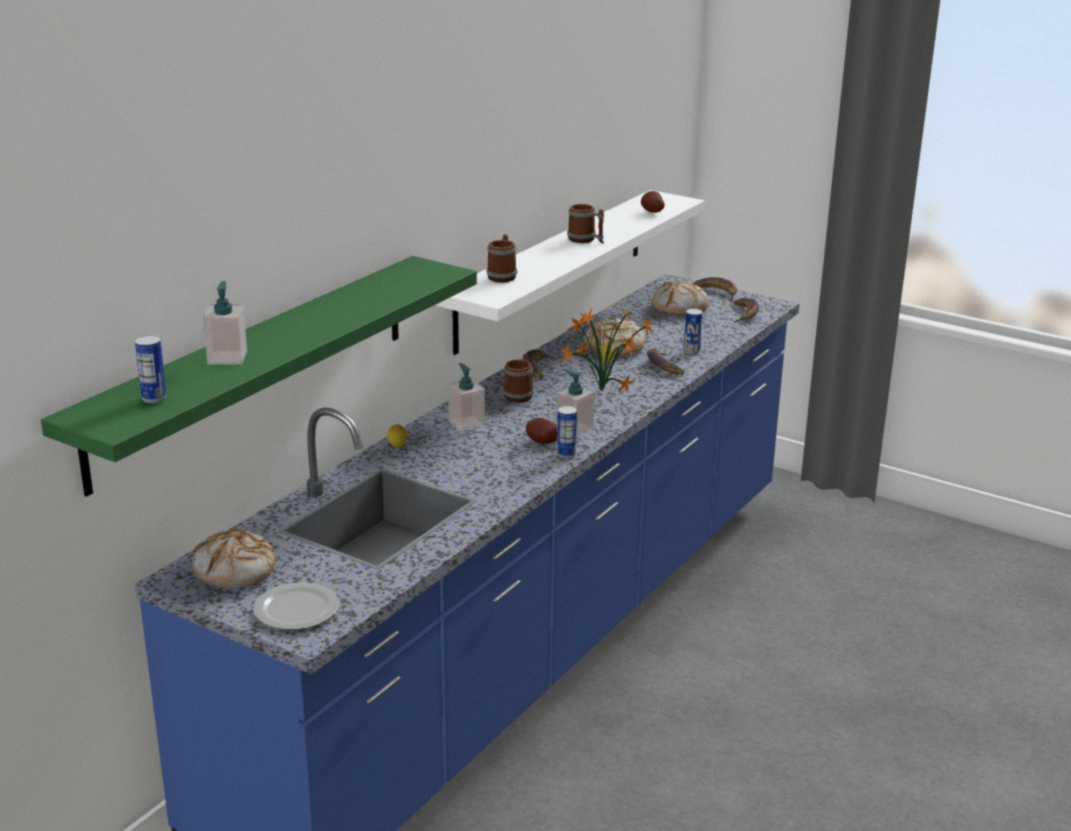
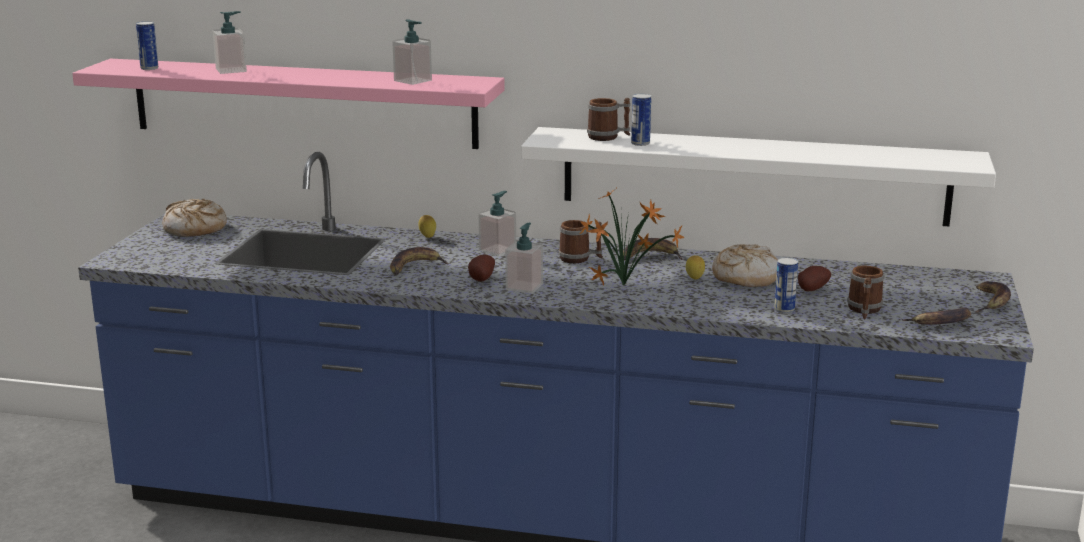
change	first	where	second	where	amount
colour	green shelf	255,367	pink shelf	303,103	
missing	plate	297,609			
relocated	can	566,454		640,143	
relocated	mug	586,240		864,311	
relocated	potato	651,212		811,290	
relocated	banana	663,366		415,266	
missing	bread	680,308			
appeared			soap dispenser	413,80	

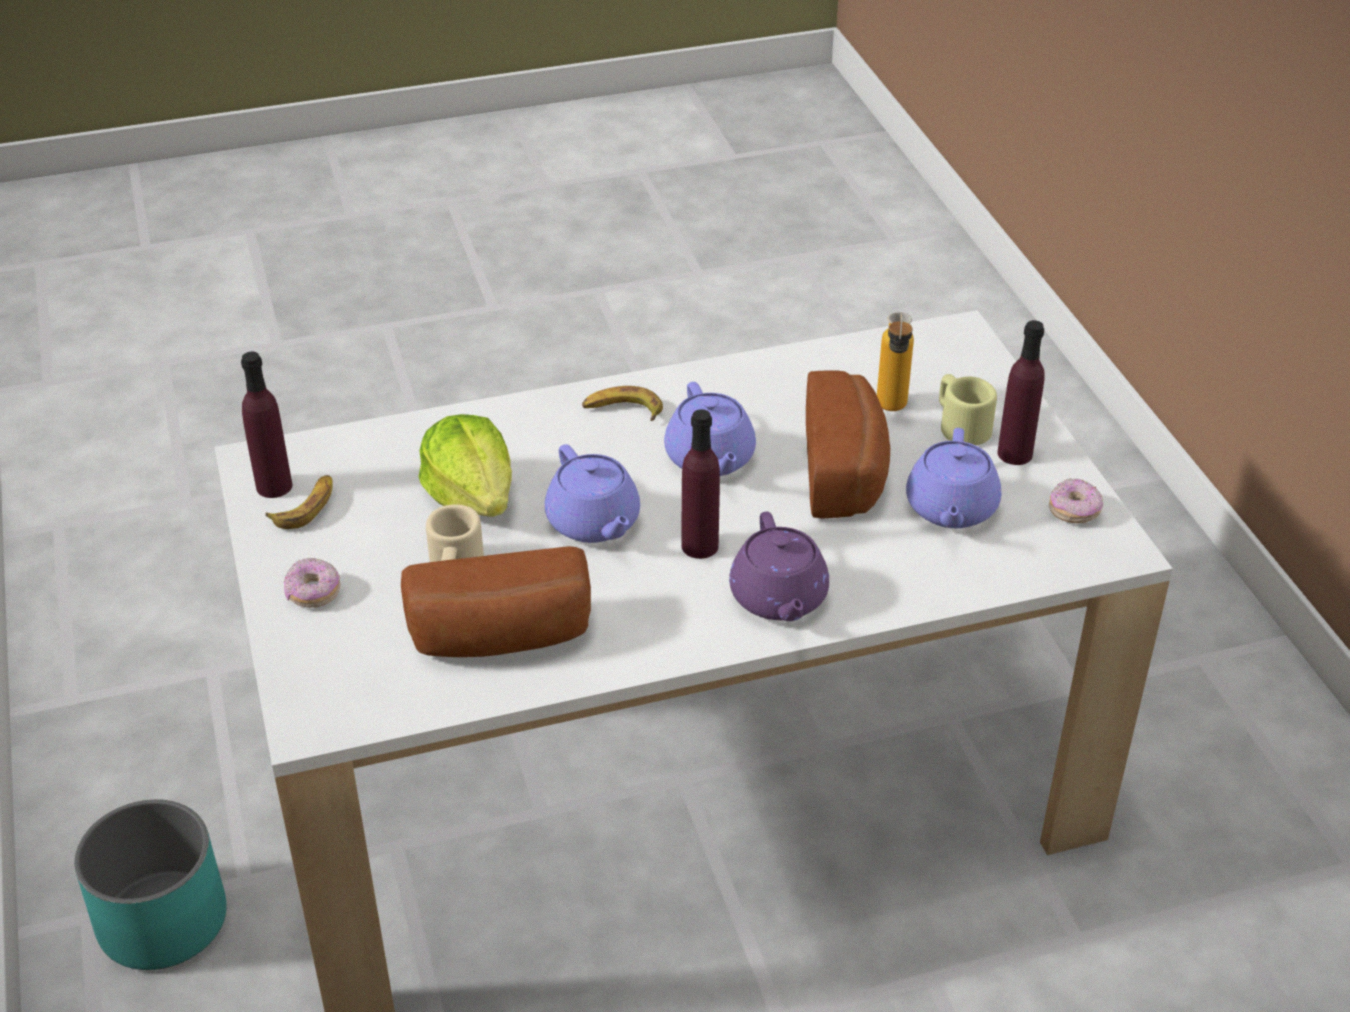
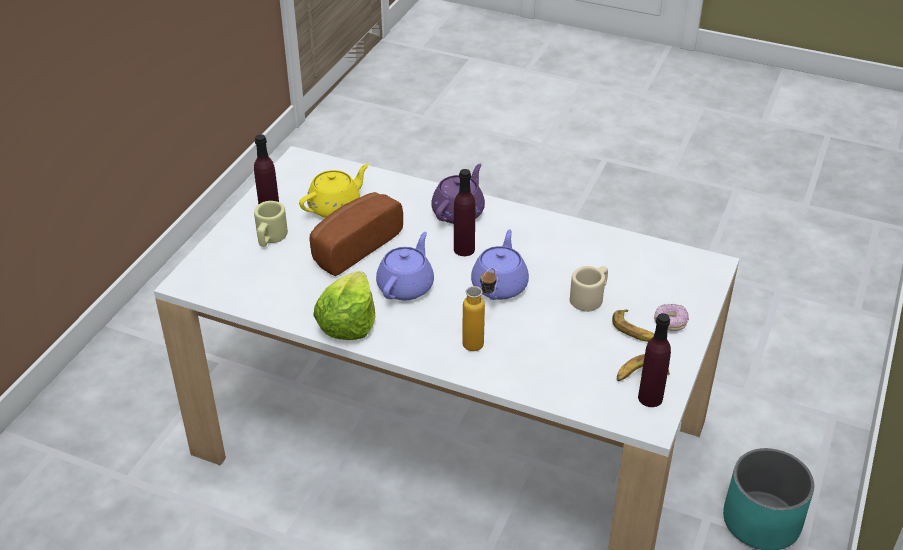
change	first	where	second	where	amount
missing	bread	501,638			
relocated	lettuce	472,495		347,323	
relocated	banana	622,411		635,331	
relocated	bottle	891,411		479,340	
colour	purple teapot	951,509	yellow teapot	336,207	
missing	donut	1074,511			

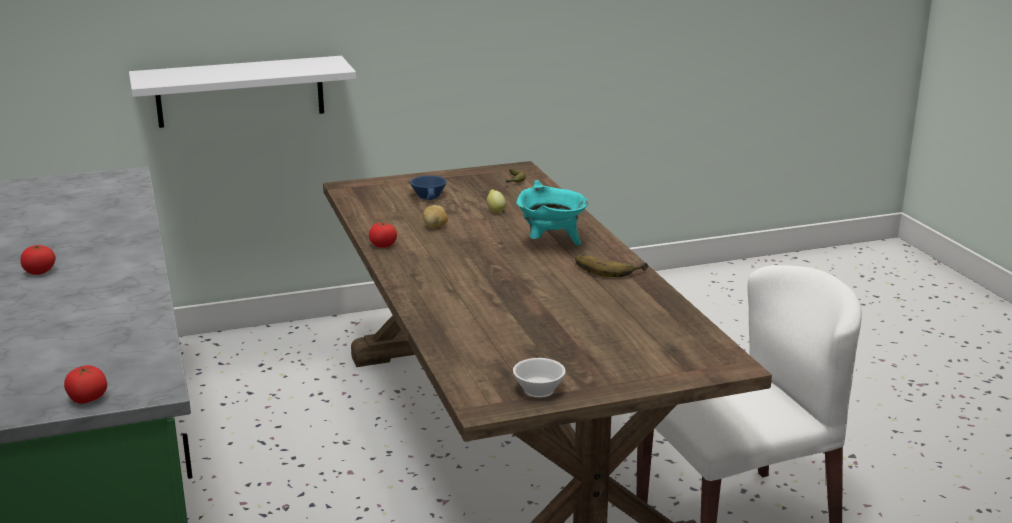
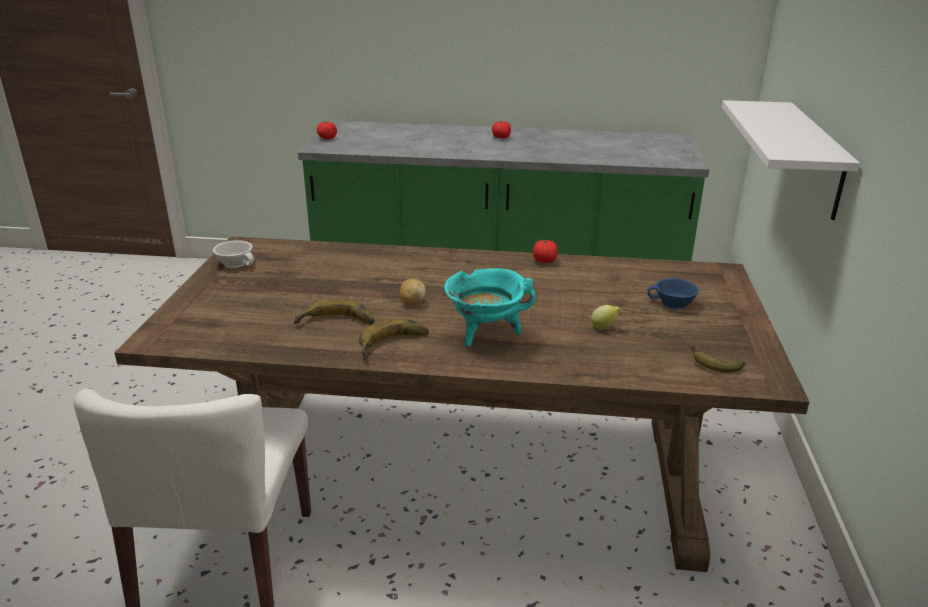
change	first	where	second	where	amount
relocated	potato	435,227		412,302	
appeared			banana	336,323	

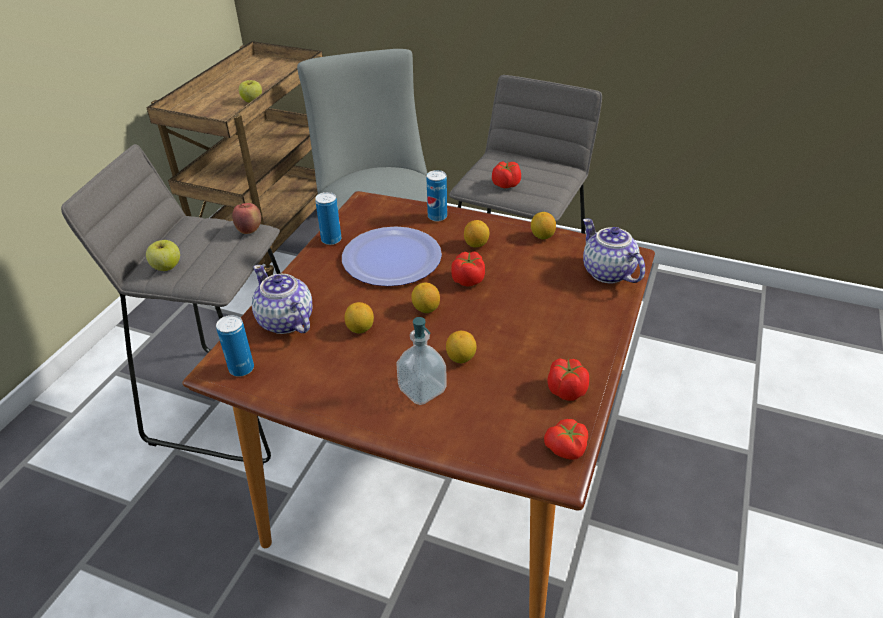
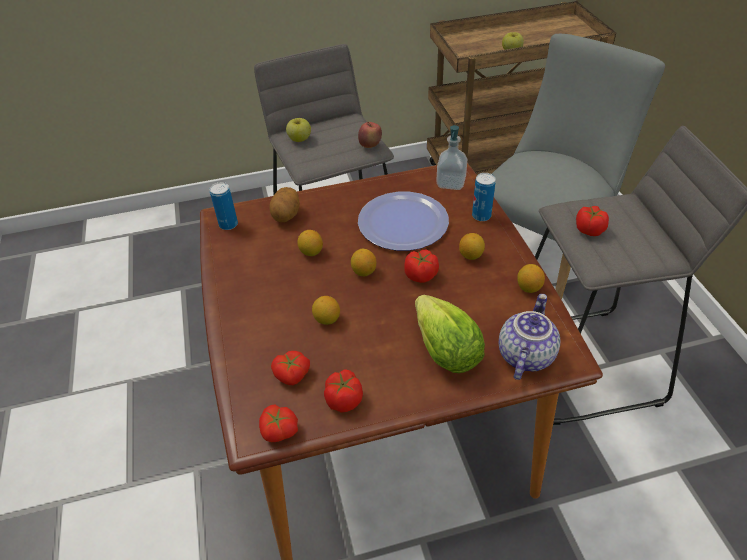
change	first	where	second	where	amount
exchanged	teapot	285,321	potato	287,215	
missing	can	331,240			
relocated	soap dispenser	422,390		451,183	
appeared			tomato	292,375	
appeared			lettuce	445,351	

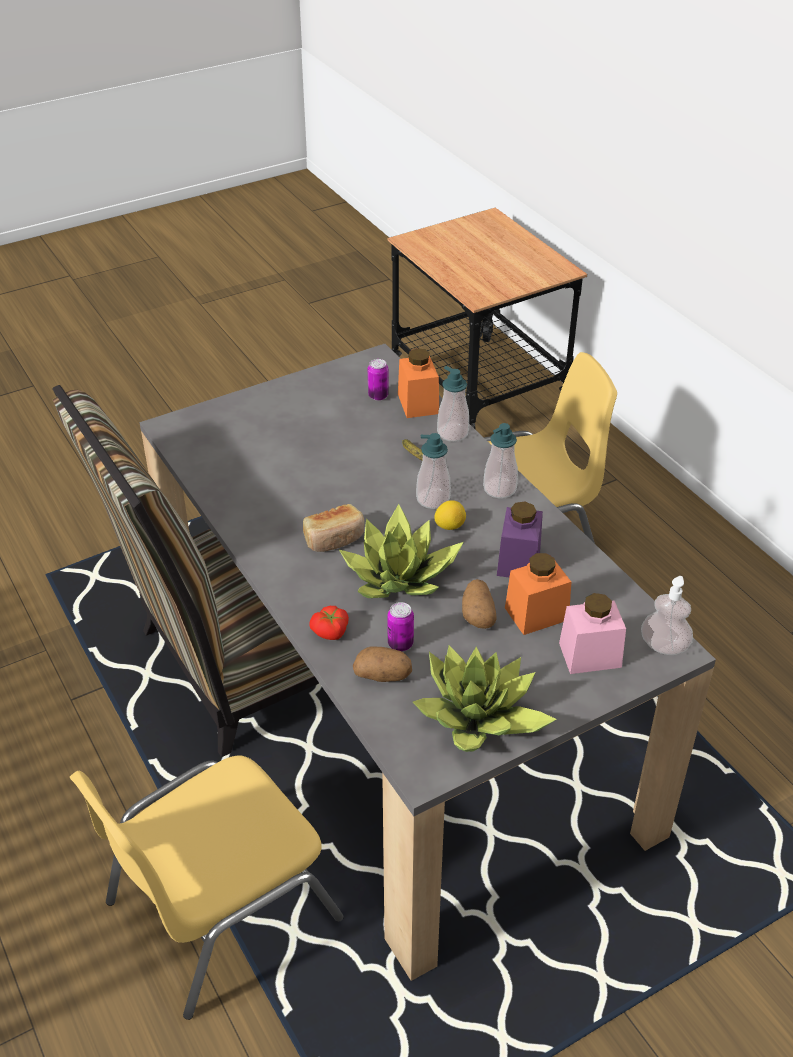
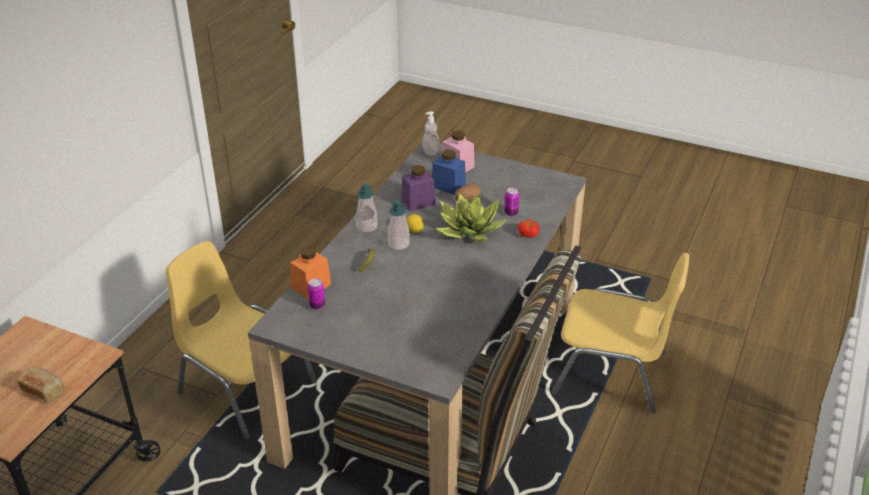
change	first	where	second	where	amount
relocated	bread	334,538		44,390	
missing	potato	383,675			
missing	potted plant	479,716			
missing	soap dispenser	452,433			
colour	orange jar	536,614	blue jar	448,186	

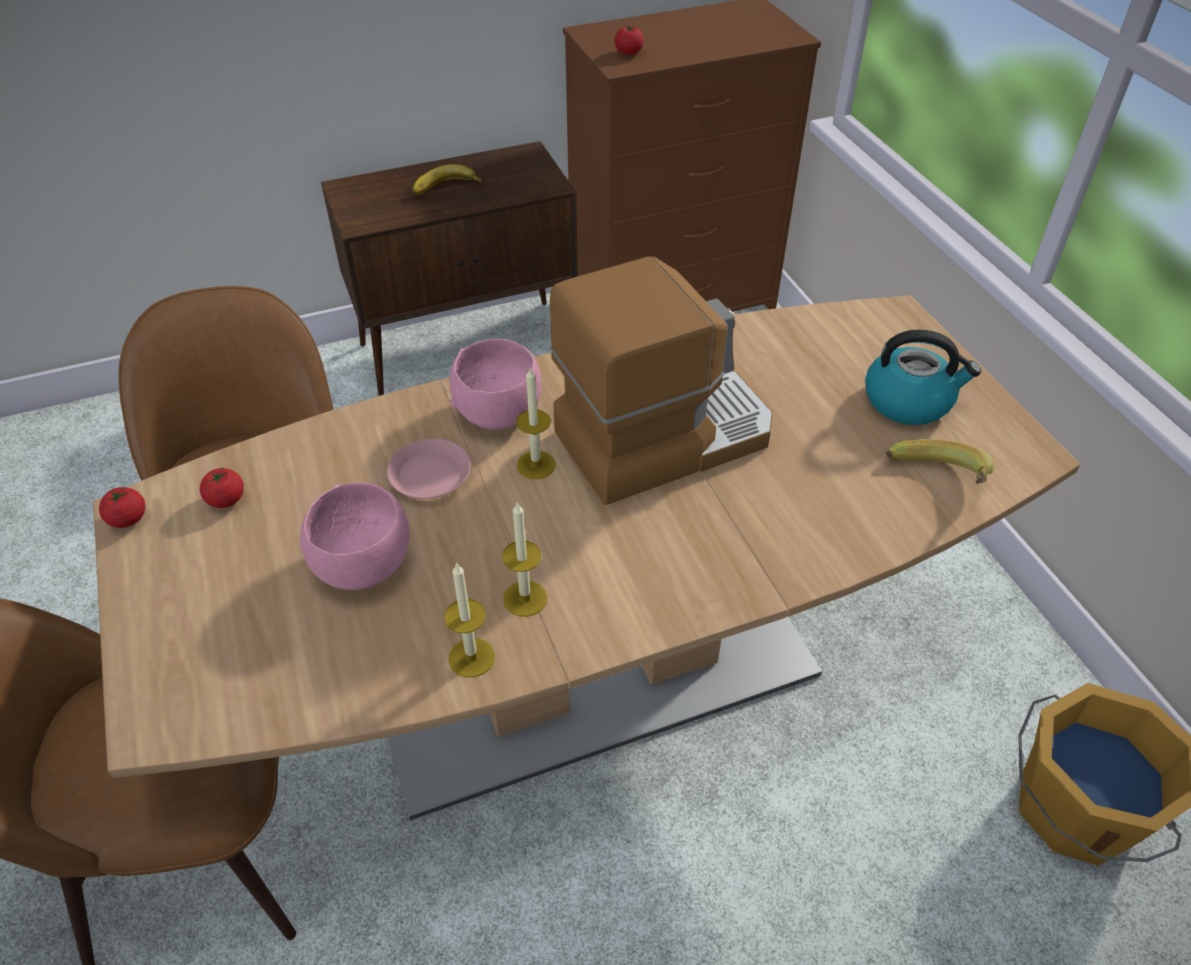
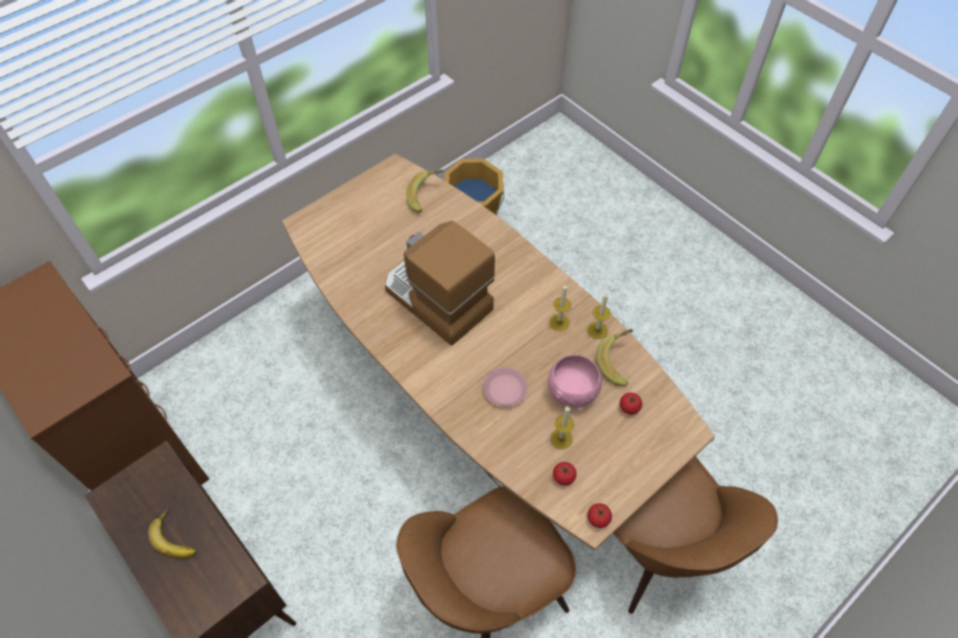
change	first	where	second	where	amount
missing	pink bowl	499,414			
relocated	candle	536,465		561,439	
relocated	tomato	628,52		629,407	
missing	kettle	909,401			
appeared			banana	618,362	

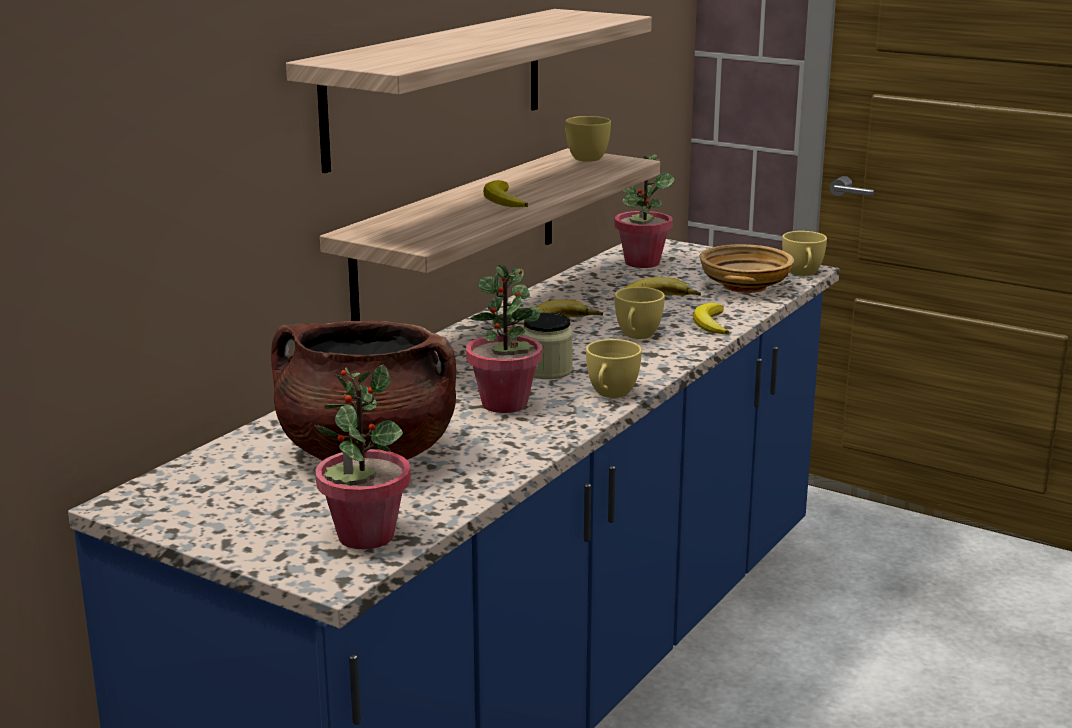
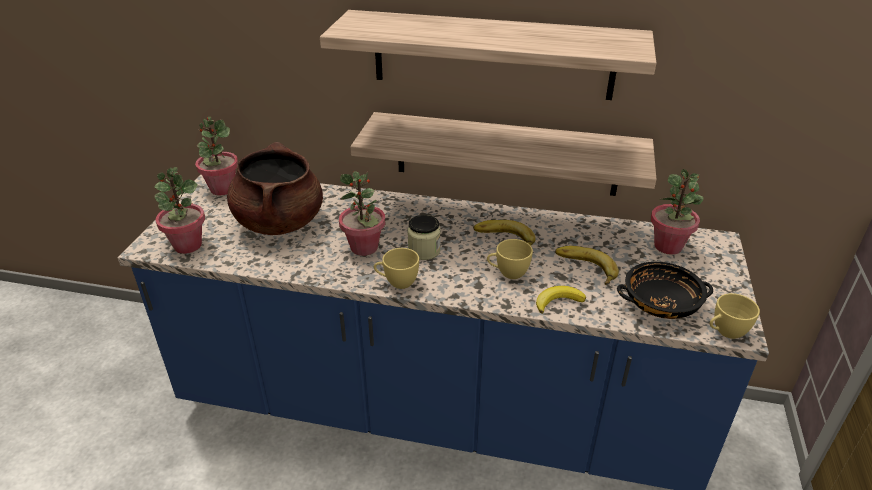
change	first	where	second	where	amount
missing	banana	502,200			
missing	yellow cup	583,157			
colour	beige bowl	744,286	black bowl	661,304	
appeared			potted plant	222,189	

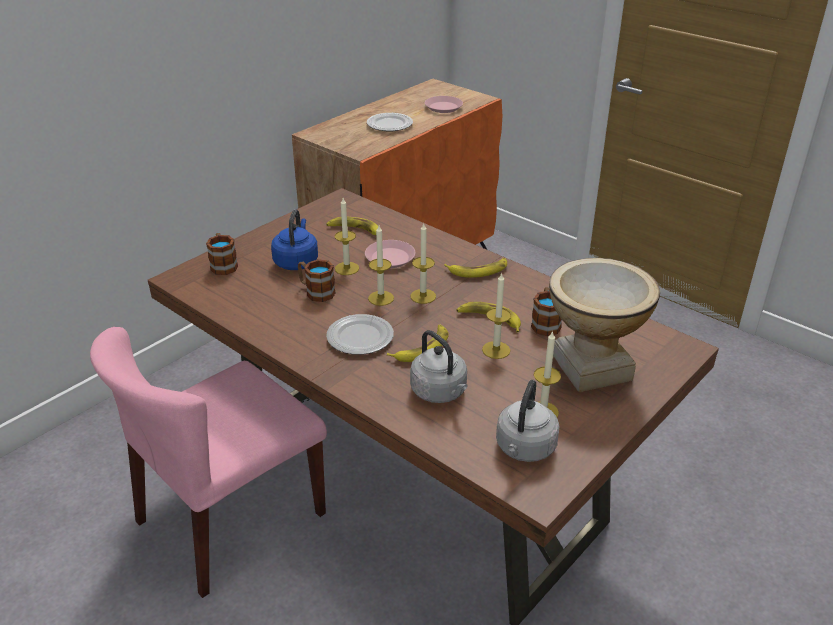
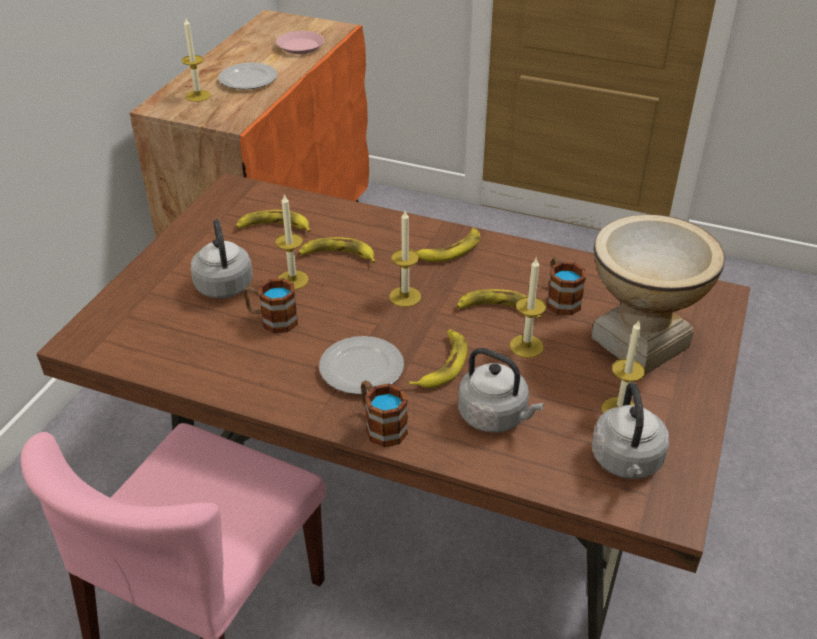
change	first	where	second	where	amount
relocated	mug	223,264		381,426	
colour	blue kettle	296,261	grey kettle	224,284	
exchanged	pink plate	390,258	banana	337,255	
relocated	candle	381,298		198,96	

